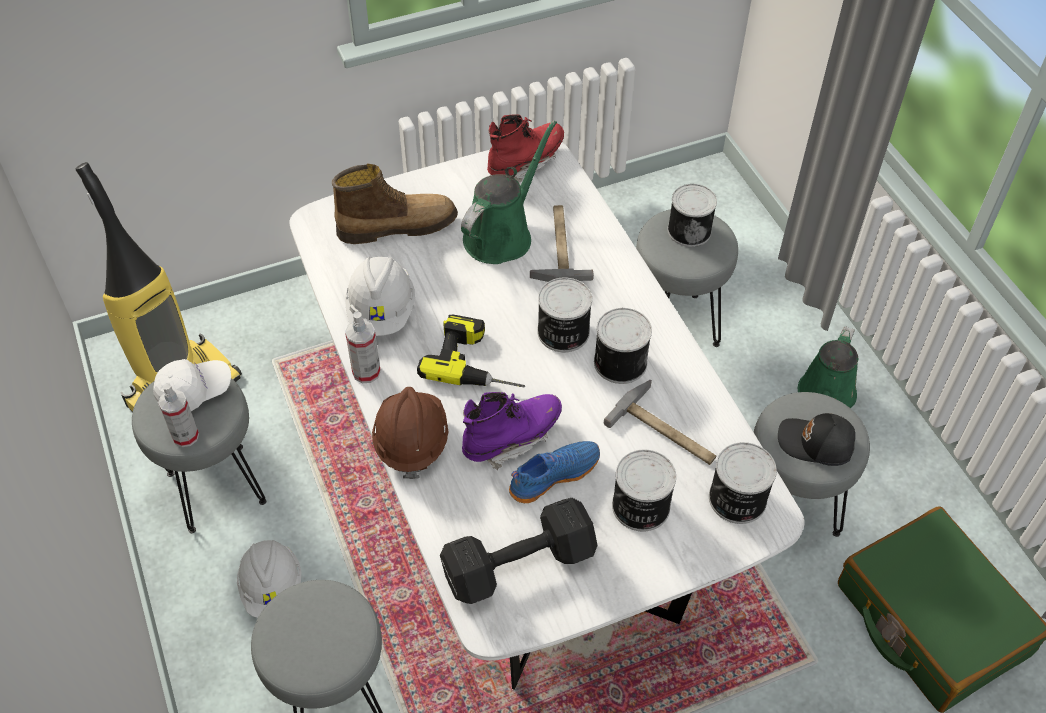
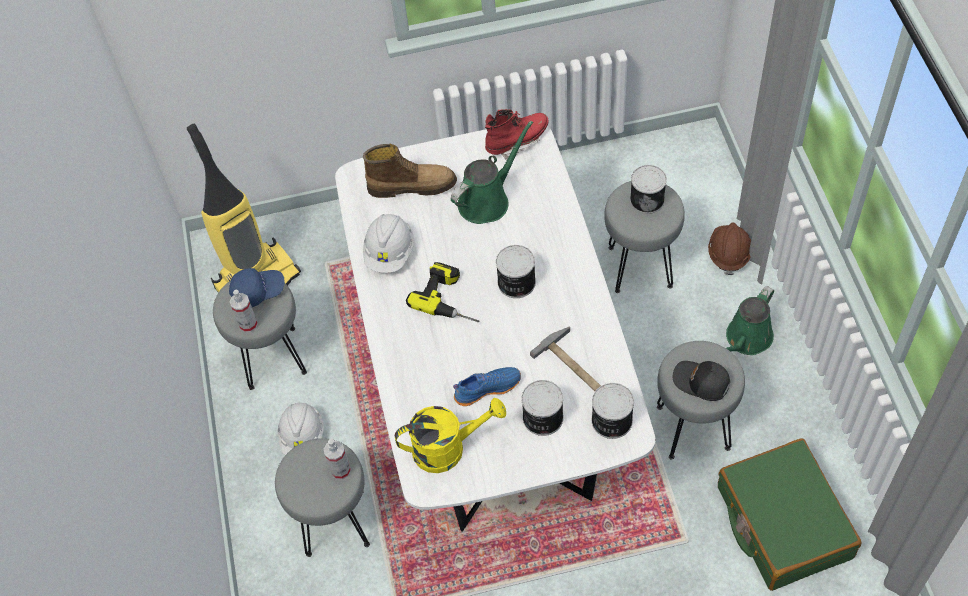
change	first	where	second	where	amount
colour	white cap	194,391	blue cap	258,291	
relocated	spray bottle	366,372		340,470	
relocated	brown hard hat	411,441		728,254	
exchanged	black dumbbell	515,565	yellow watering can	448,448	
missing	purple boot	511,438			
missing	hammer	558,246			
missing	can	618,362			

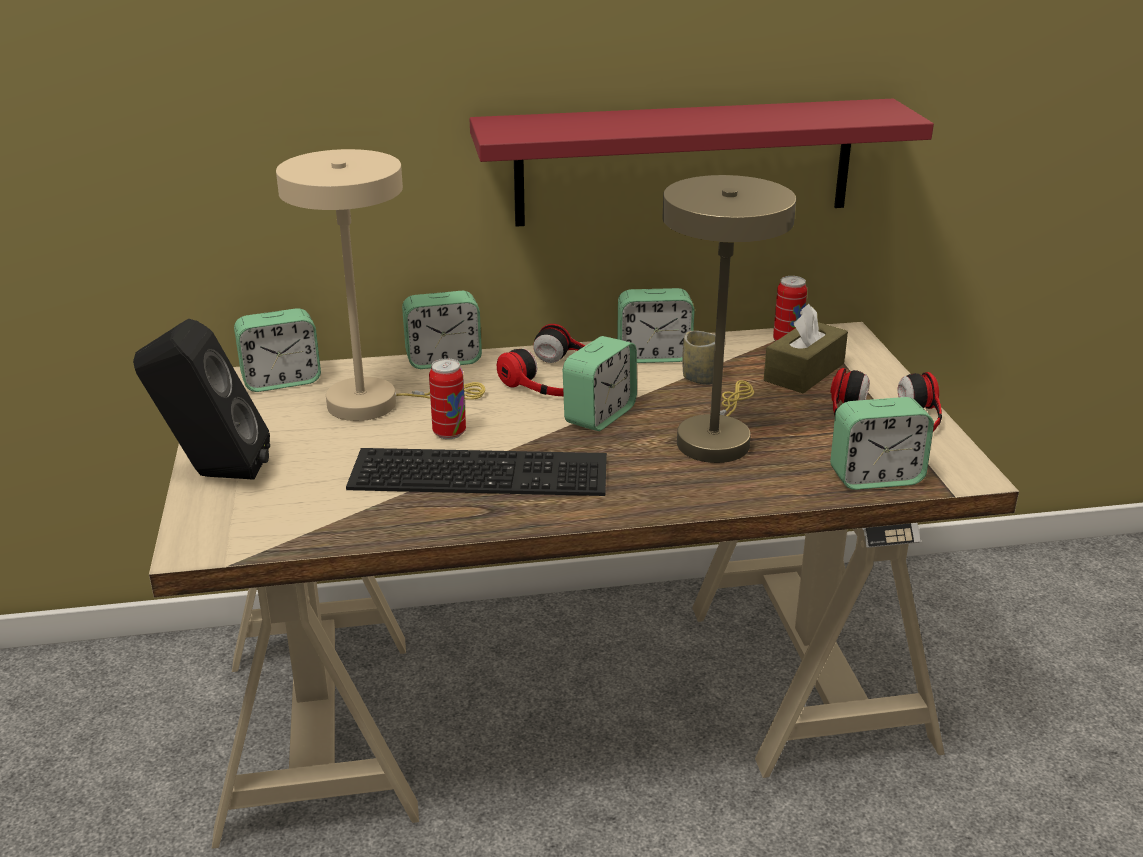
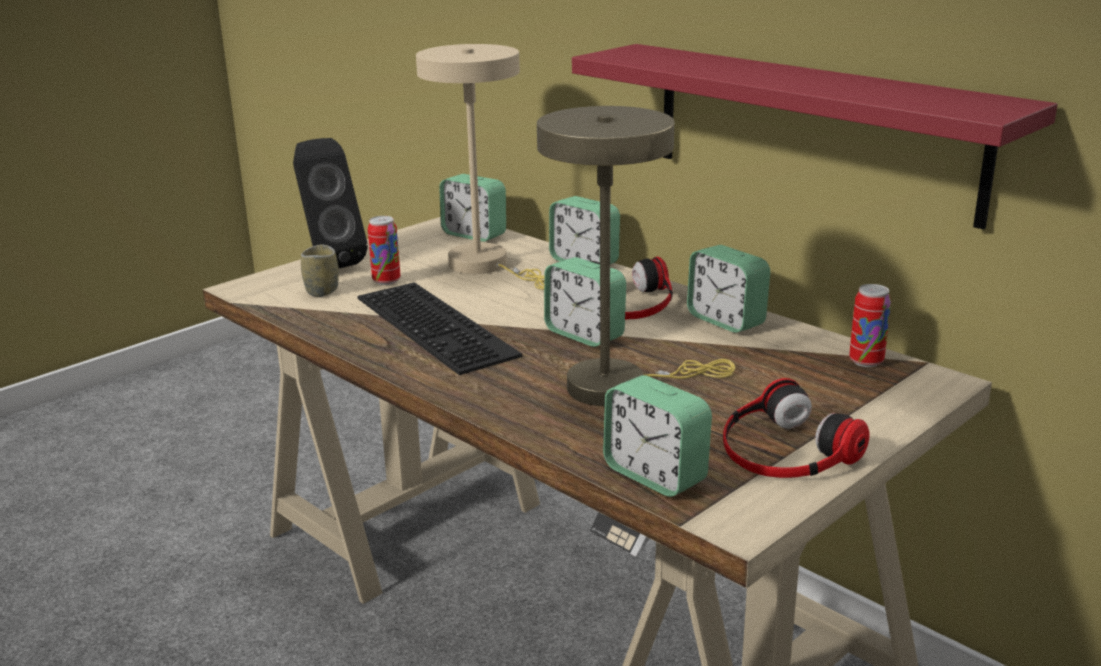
change	first	where	second	where	amount
relocated	can	449,433		386,281	
spun	alarm clock	600,415		584,334	45 degrees clockwise
relocated	cup	700,378		322,291	
missing	brown tissue box	804,372			

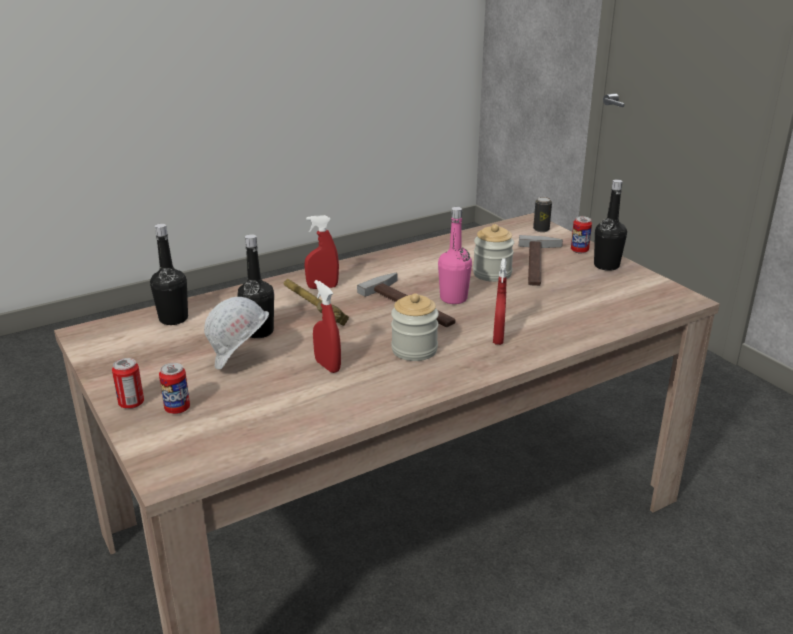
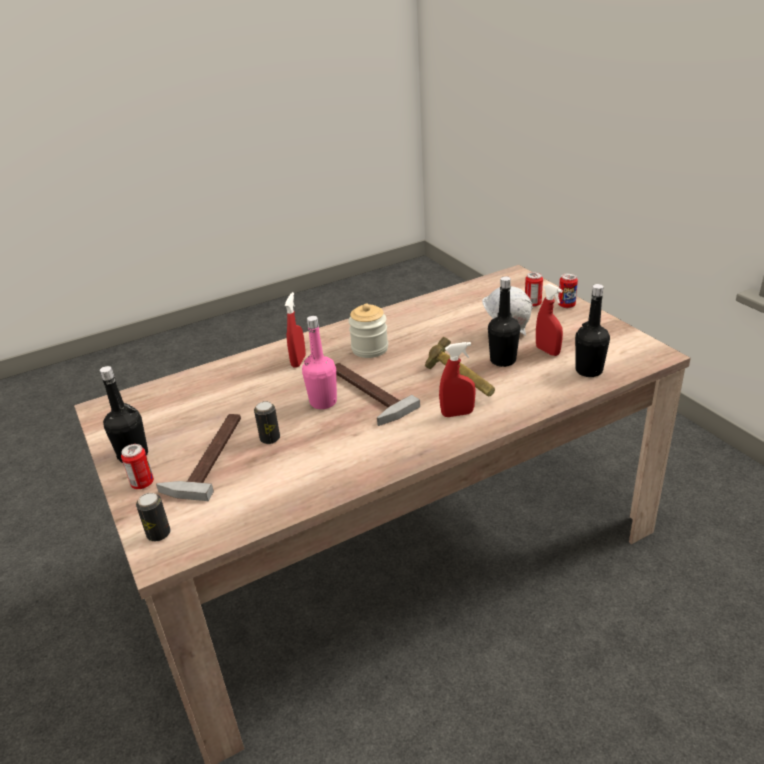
change	first	where	second	where	amount
relocated	red spray bottle	327,366		547,351	
exchanged	jar	492,274	can	270,438	

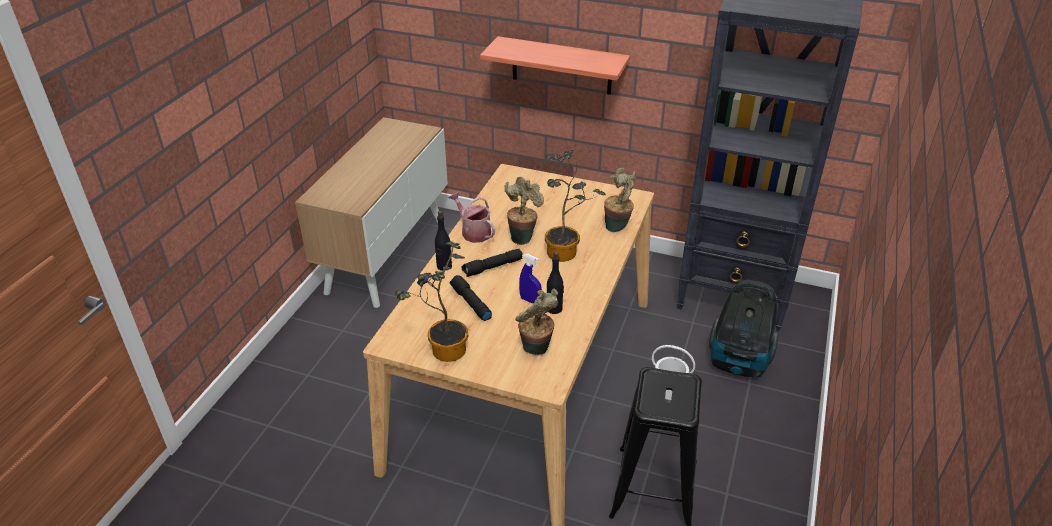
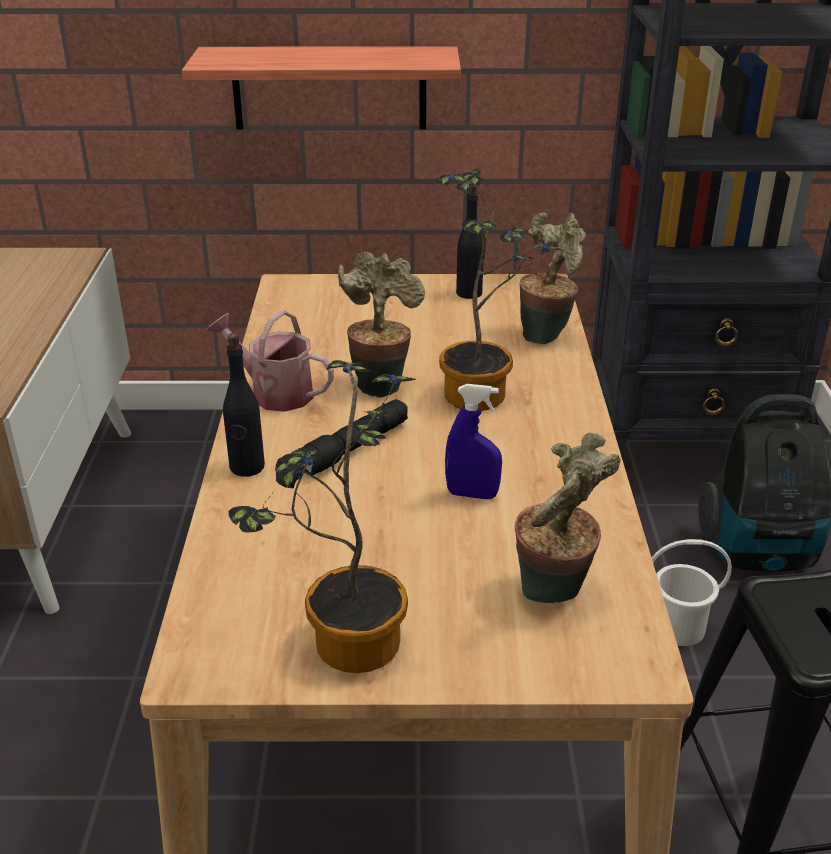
change	first	where	second	where	amount
missing	black flashlight	470,303			
relocated	black bottle	554,308		469,293	

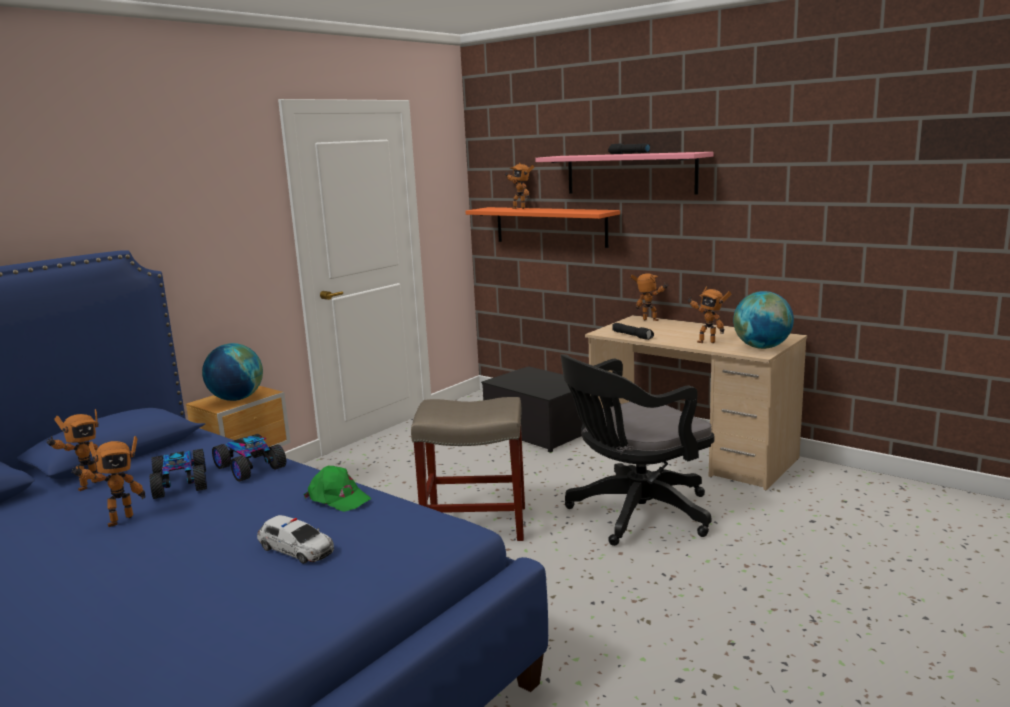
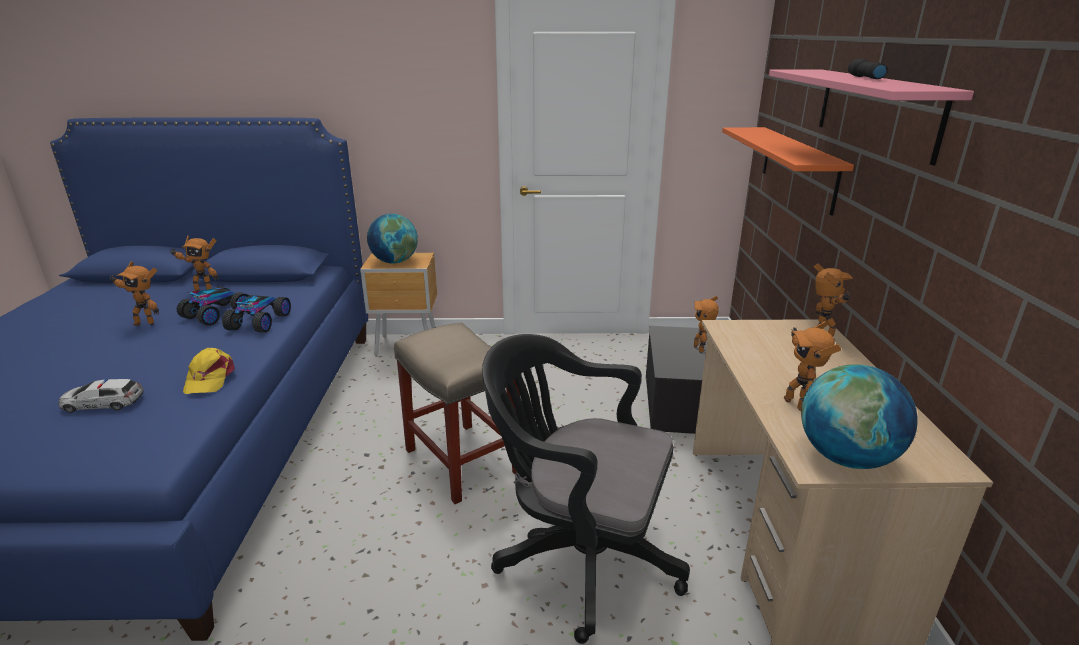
change	first	where	second	where	amount
spun	toy car	297,549		103,403	90 degrees clockwise
colour	green cap	338,498	yellow cap	209,378	
relocated	toy robot	519,208		700,348	
missing	black flashlight	632,336			

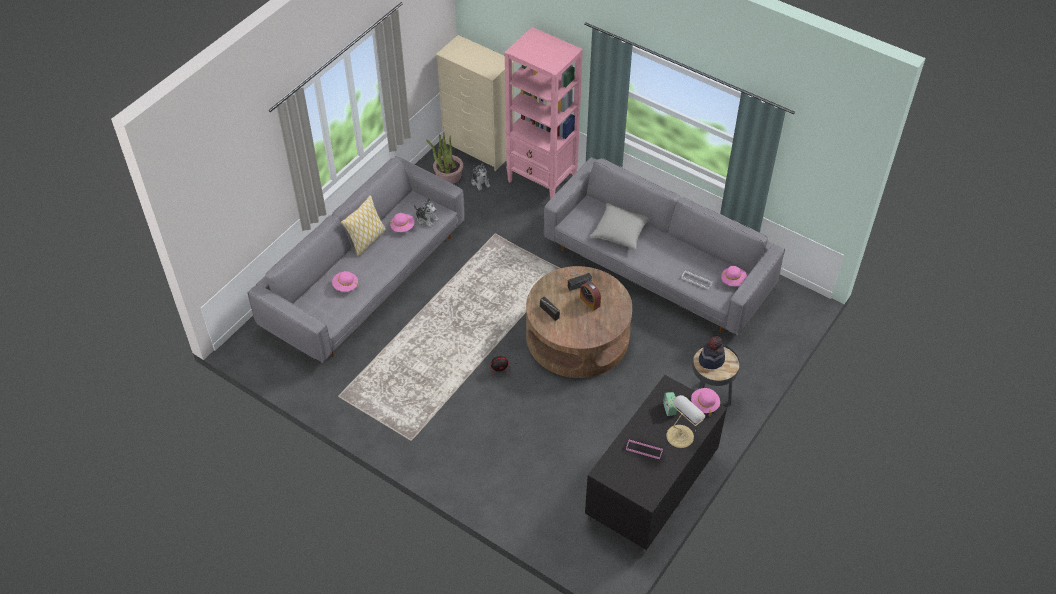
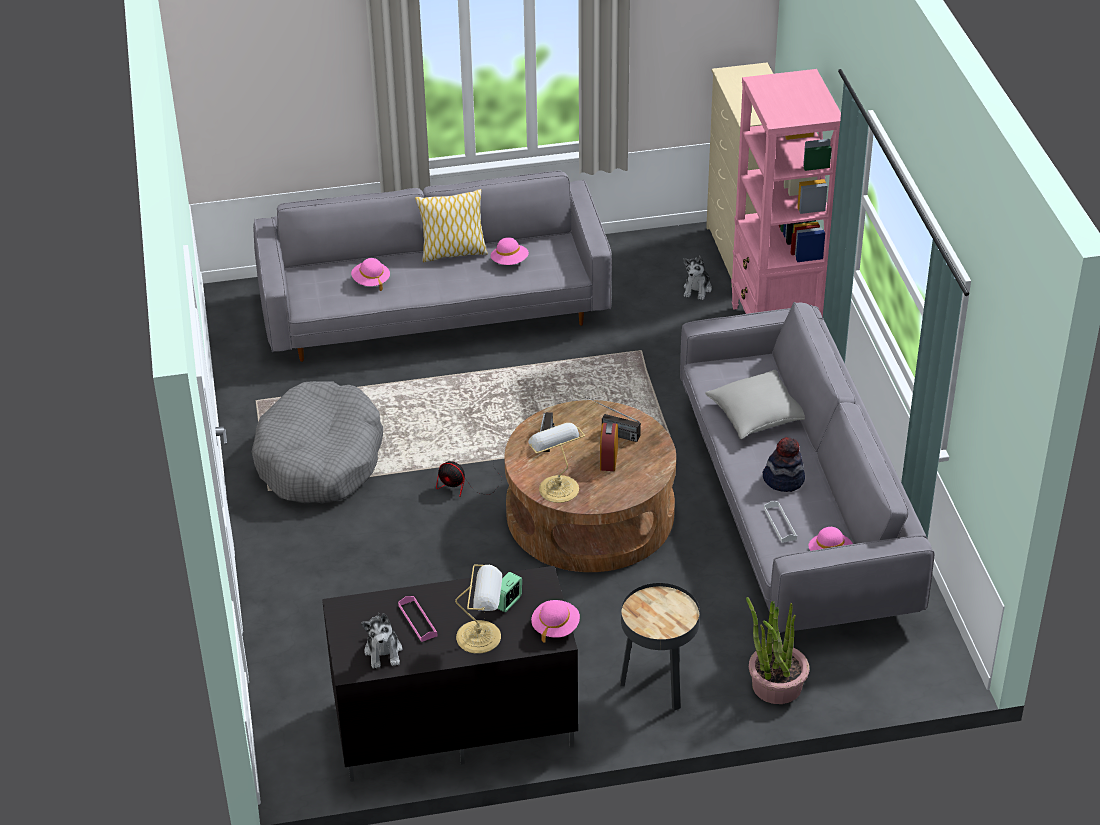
change	first	where	second	where	amount
relocated	plush toy	426,219		383,651	
relocated	potted plant	448,175		776,685	
relocated	hat	711,360		783,479	
appeared			grey dog bed	320,459	
appeared			table lamp	557,487	

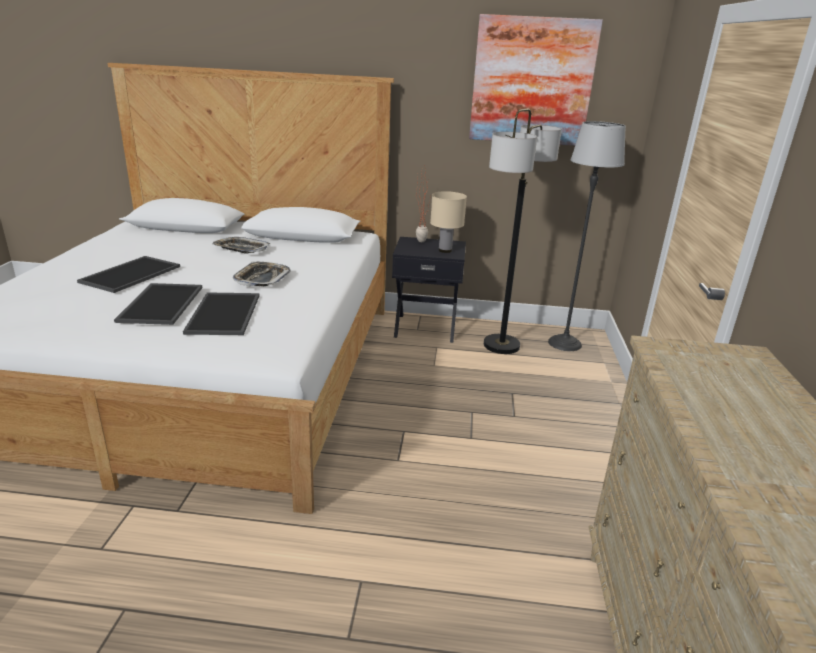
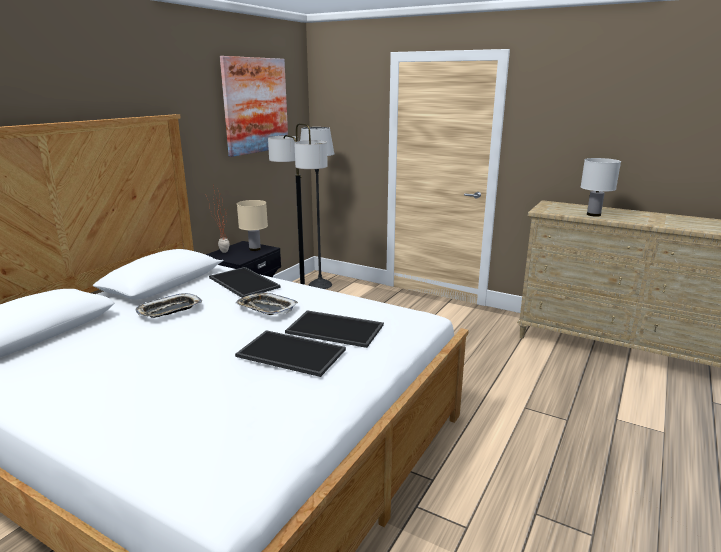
change	first	where	second	where	amount
relocated	tray	130,274		242,282	
appeared			white table lamp	593,214	

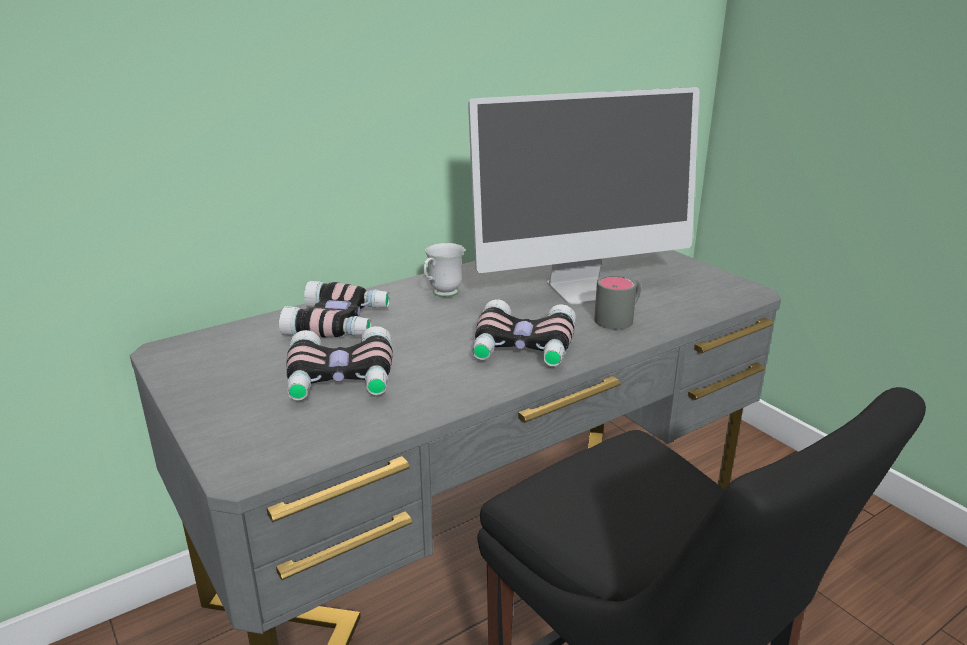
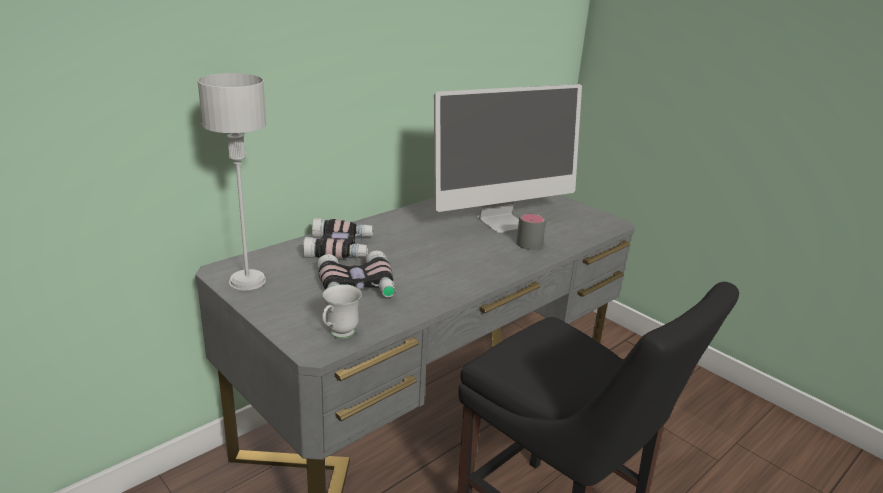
change	first	where	second	where	amount
relocated	white mug	441,294		338,335	
missing	binoculars	522,348			
appeared			grey table lamp	247,281	

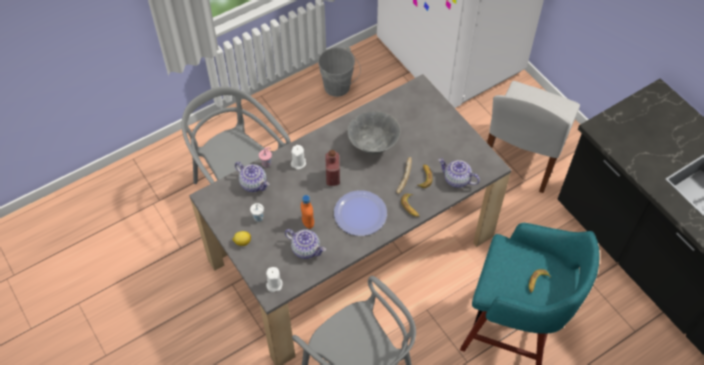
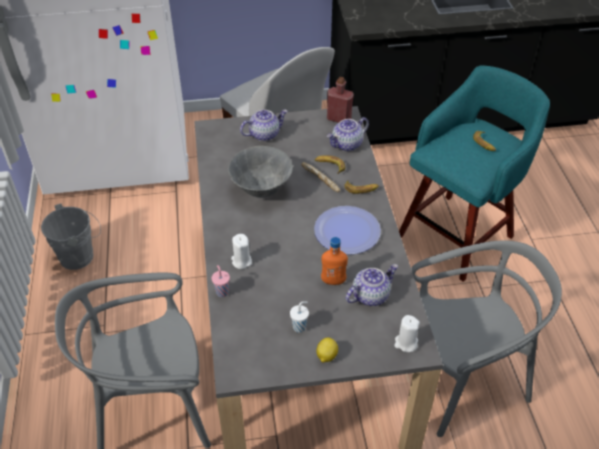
change	first	where	second	where	amount
relocated	teapot	254,183		264,134	
relocated	red bottle	332,177		339,119	

